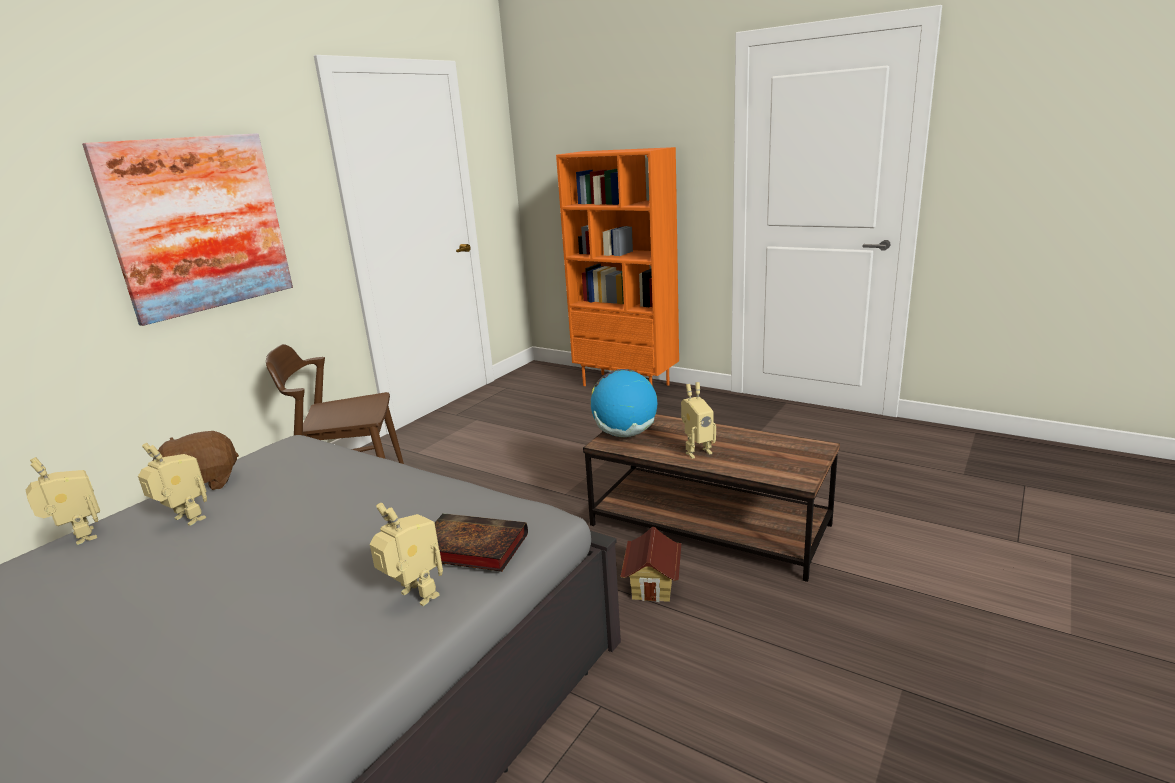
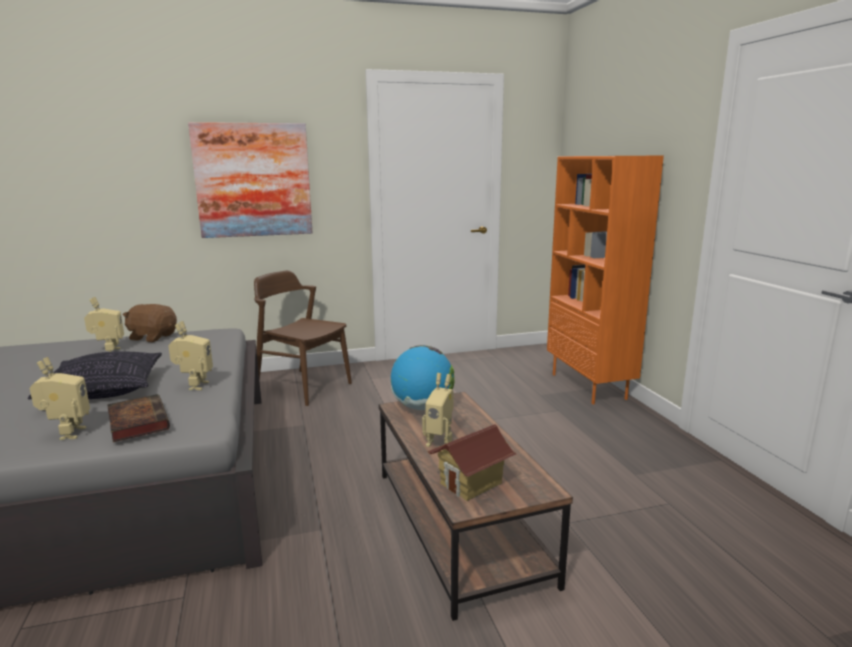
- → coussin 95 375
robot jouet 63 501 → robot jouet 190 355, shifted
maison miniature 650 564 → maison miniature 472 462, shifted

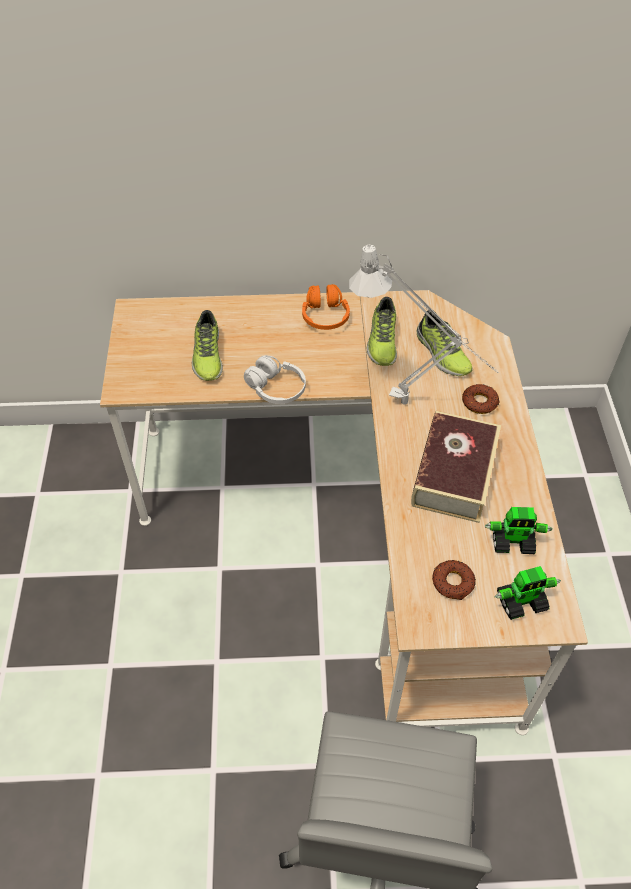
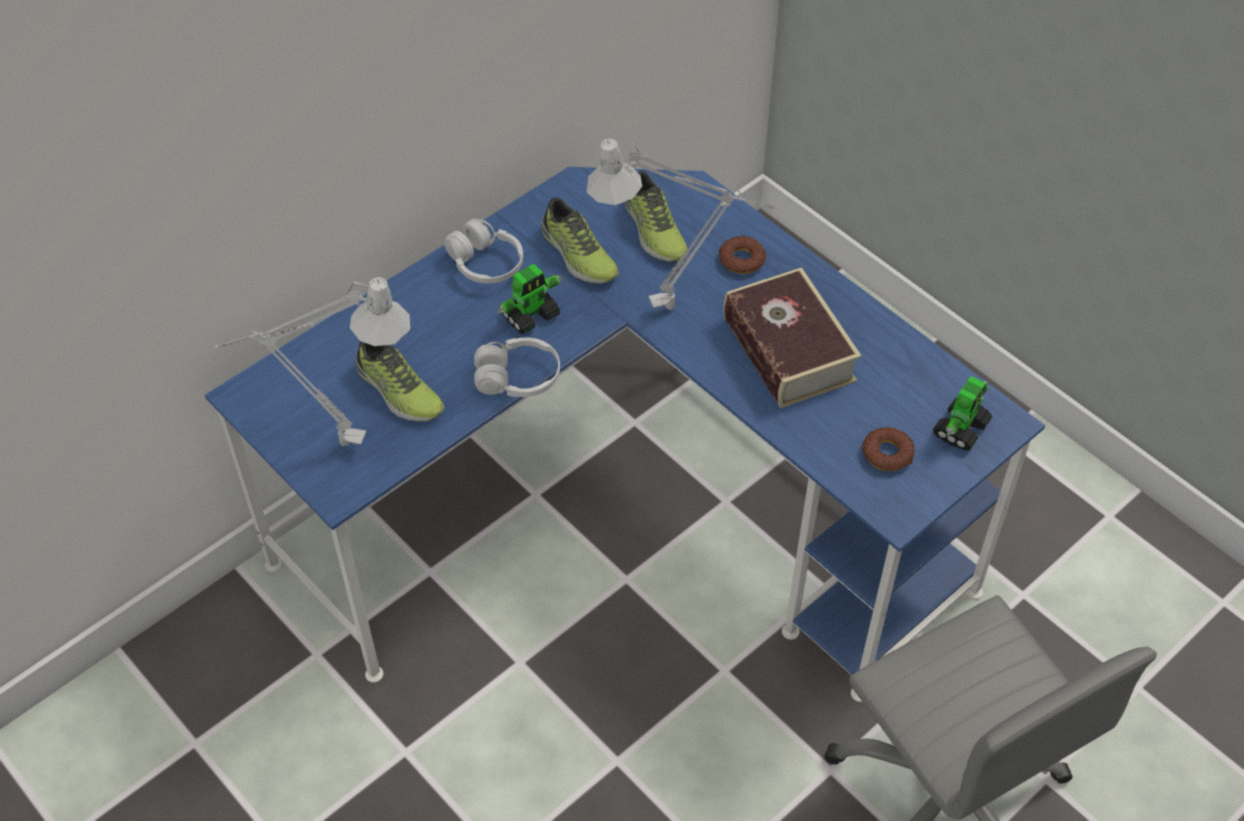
bureau [beige] 344 512 → bureau [bleu] 625 434
- → lampe de table [gris] 312 362
casque audio [orange] 326 307 → casque audio [blanc] 483 251
robot jouet 519 530 → robot jouet 529 299, shifted
chaussure 445 343 → chaussure 656 216, 45 degrees clockwise

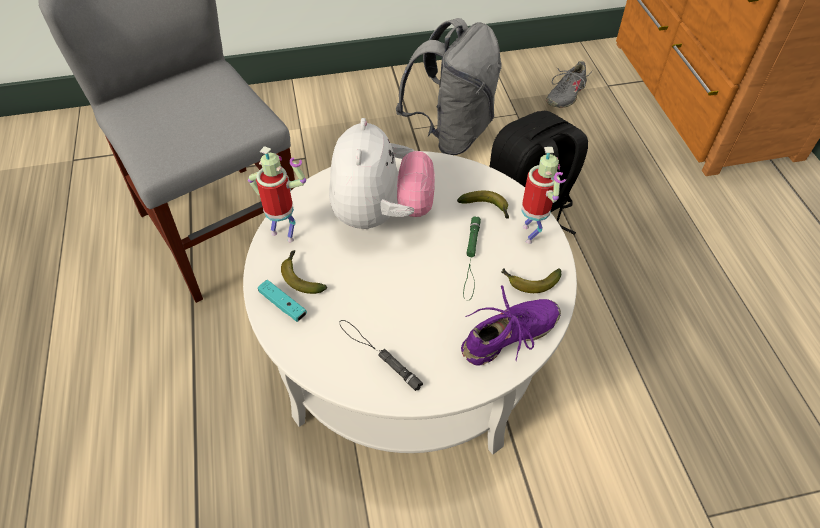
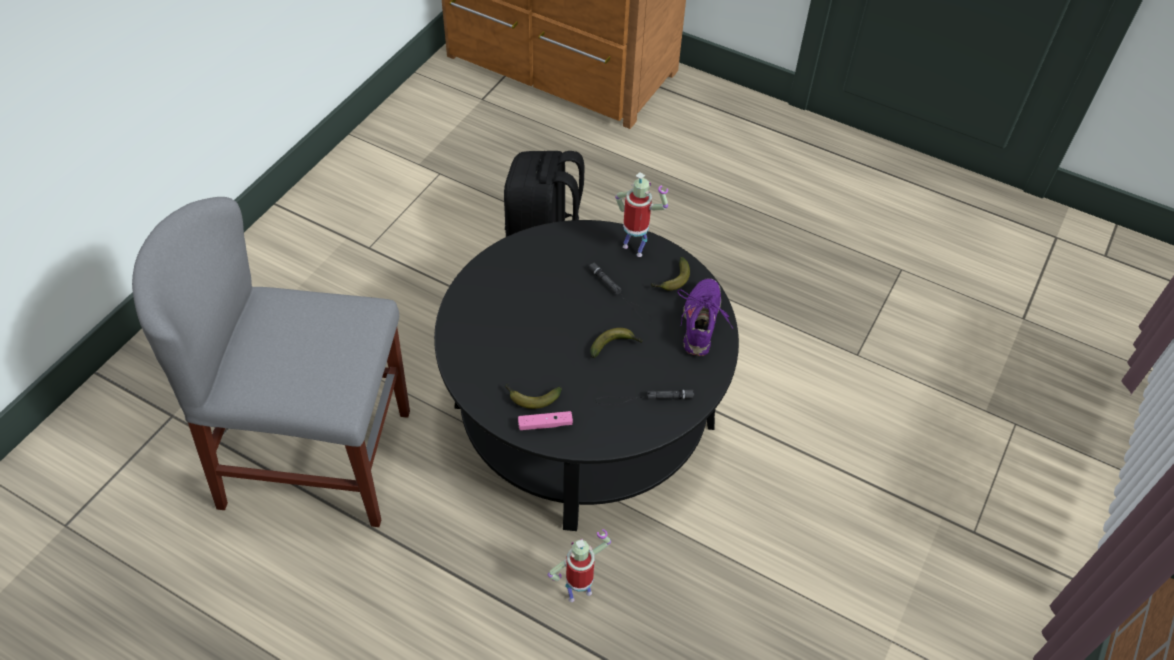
table basse [blanc] 410 302 → table basse [noir] 586 375
manette [turquoise] 282 301 → manette [rose] 545 420
robot jouet 277 194 → robot jouet 579 565, shifted
lampe de poche [vert] 472 258 → lampe de poche [noir] 621 292
banane 483 205 → banane 616 343, shifted
peluche 382 173 → -
sac à dos [gris] 449 86 → -
chaussure [gris] 568 84 → -

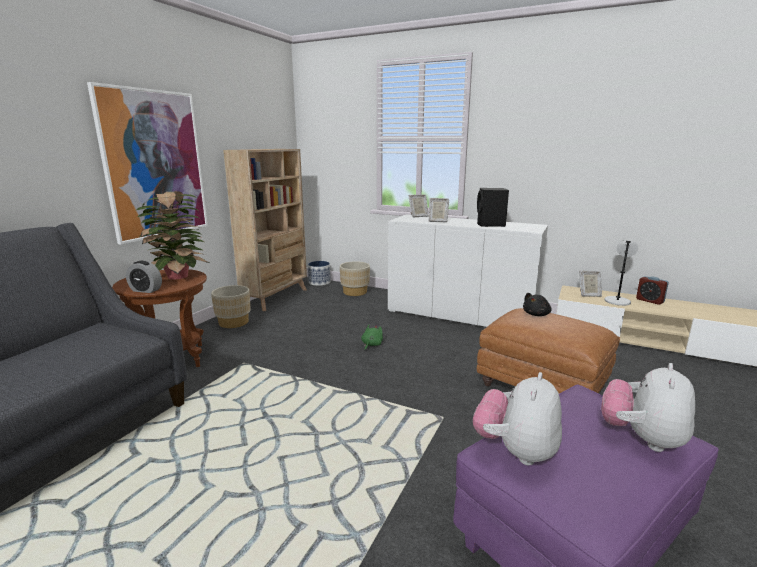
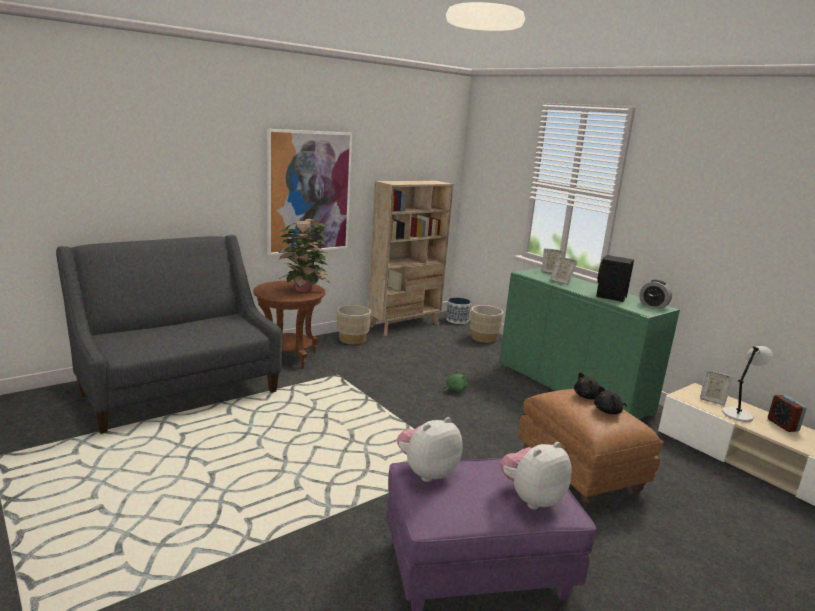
meuble de rangement [blanc] 468 270 → meuble de rangement [vert] 589 344
- → peluche [noir] 610 400
réveil 144 277 → réveil 655 294, shifted

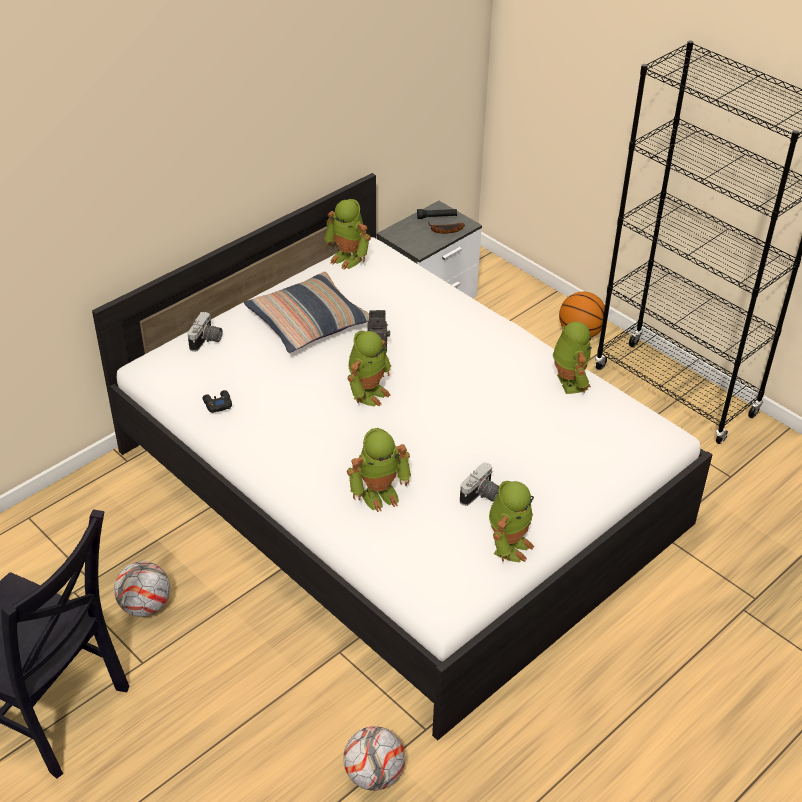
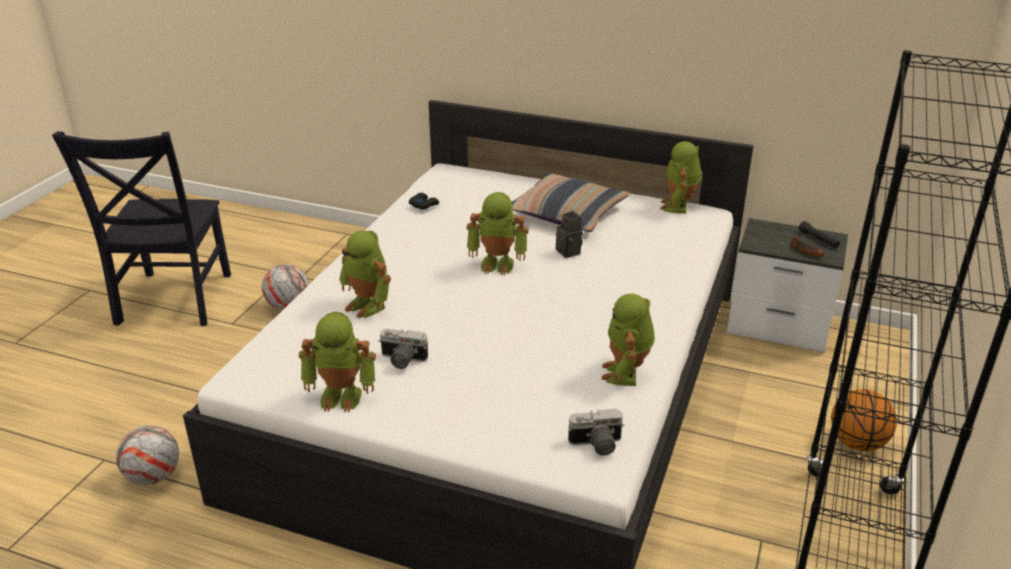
appareil photo 205 332 → appareil photo 596 432, shifted
robot jouet 572 357 → robot jouet 628 340, 135 degrees clockwise

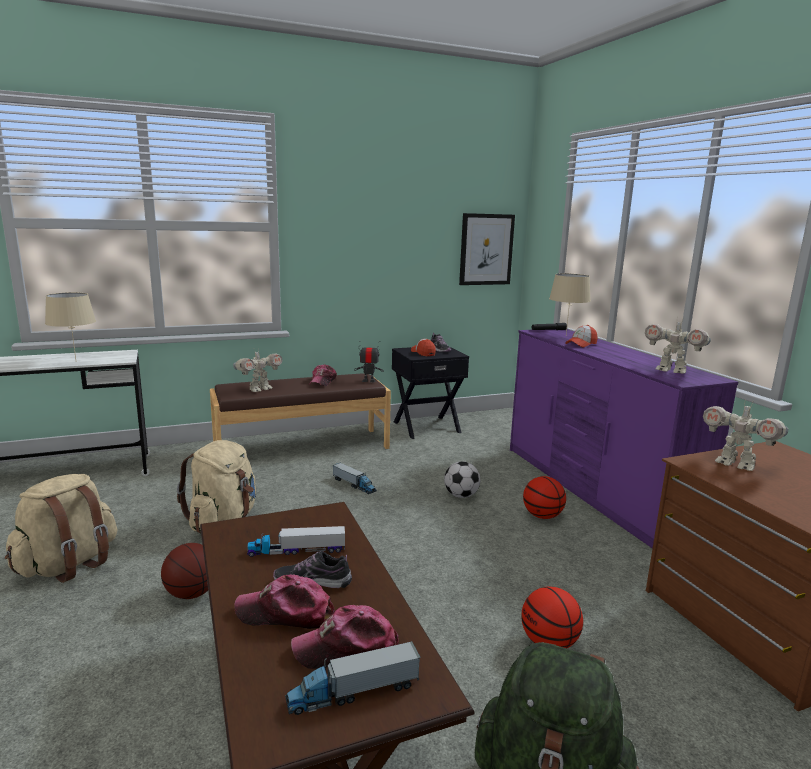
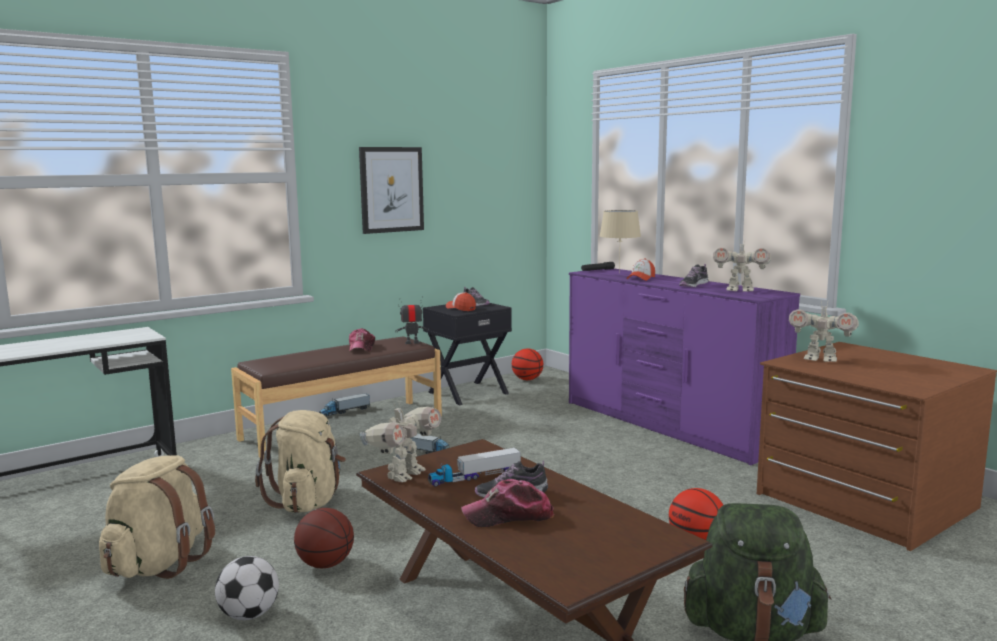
ballon de foot 462 479 → ballon de foot 247 588, shifted
camion jouet 353 678 → camion jouet 344 404, shifted
tableau 487 249 → tableau 391 190, shifted
robot jouet 257 371 → robot jouet 400 441, shifted
ballon de basket 544 497 → ballon de basket 527 364, shifted
- → chaussure 693 275
lampe de table [beige] 70 326 → -
casquette 345 637 → -

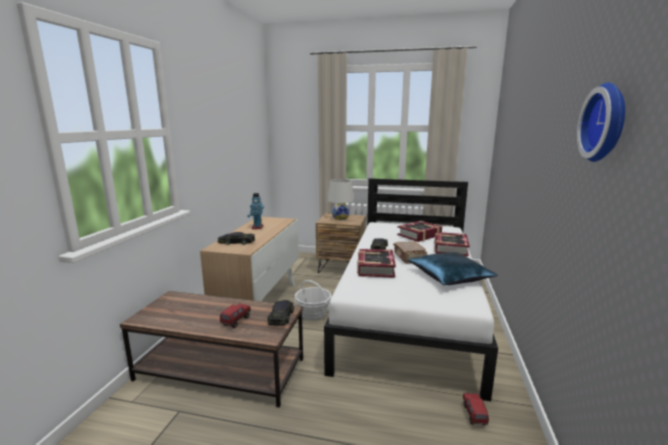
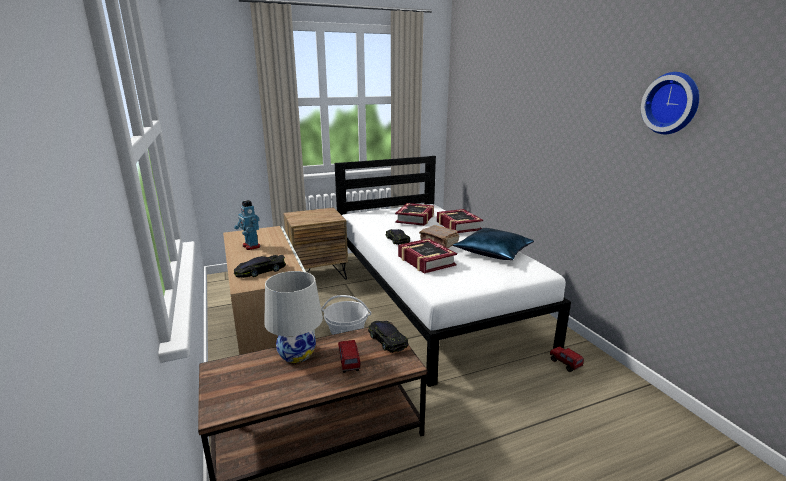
lampe de table [blanc] 341 199 → lampe de table [blanc] 294 317, shifted

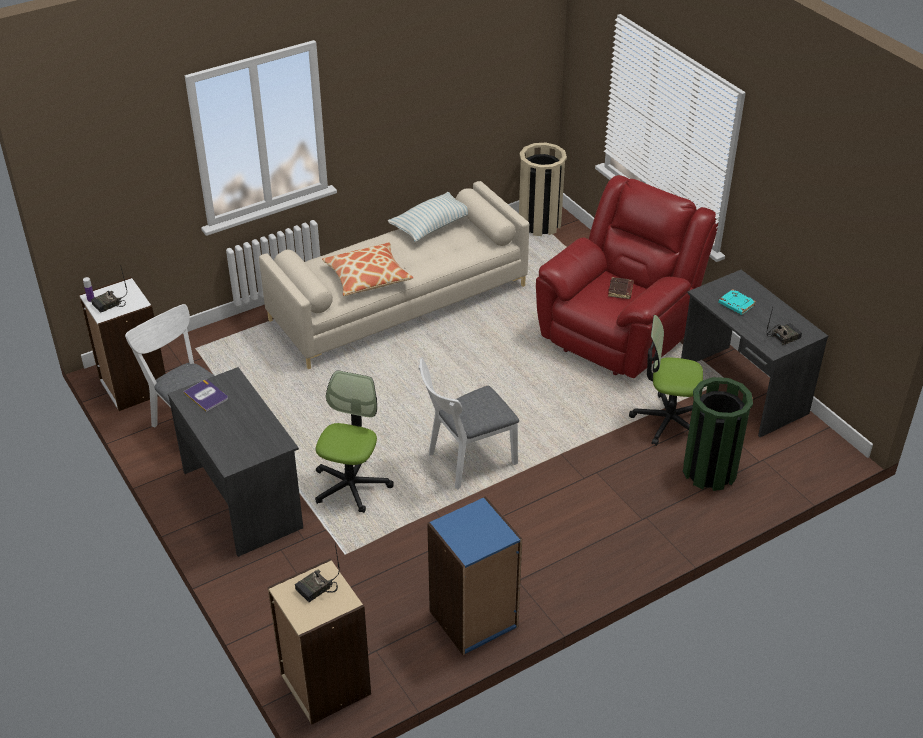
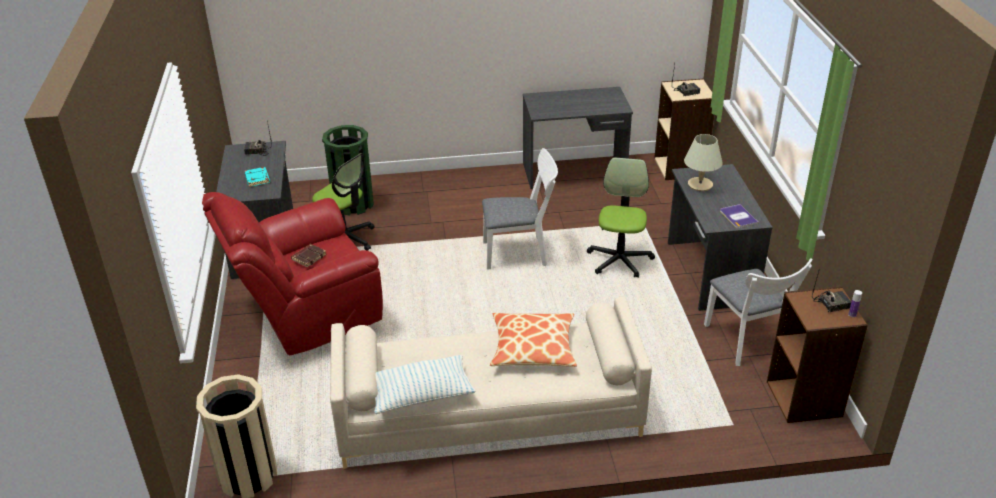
bibliothèque [bleu] 474 575 → bureau [gris] 578 138
chaise de bureau 354 441 → chaise de bureau 621 217, 150 degrees clockwise
- → lampe de table [beige] 703 162
bibliothèque [blanc] 122 344 → bibliothèque [marron] 817 354

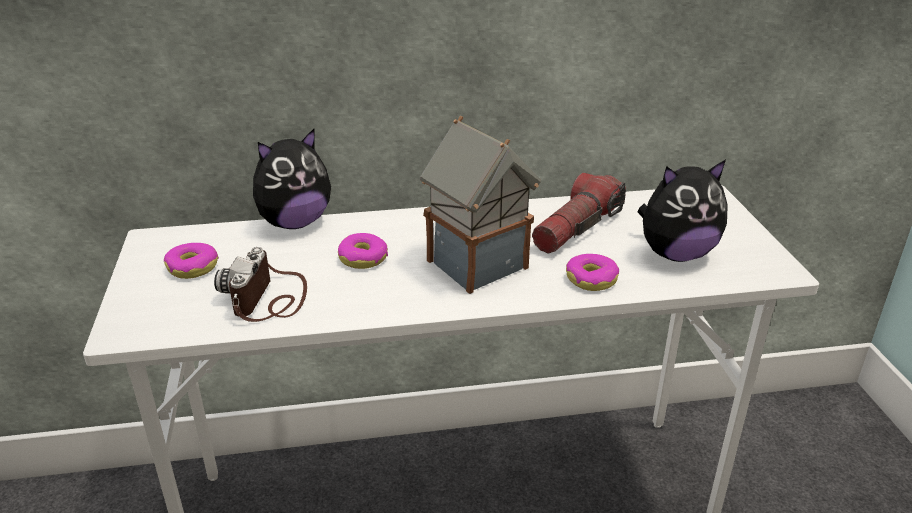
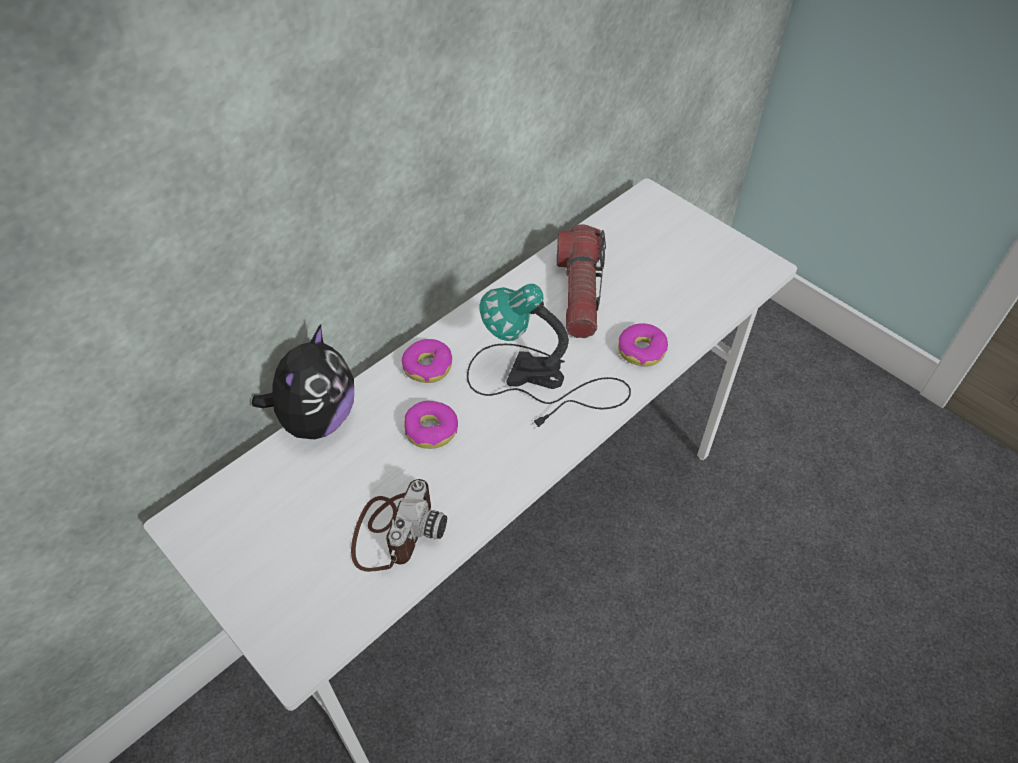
appareil photo 260 284 → appareil photo 399 525, 135 degrees counterclockwise
beignet 191 261 → beignet 427 361, shifted
maison miniature 480 205 → lampe de table 549 356
peluche 682 211 → -

